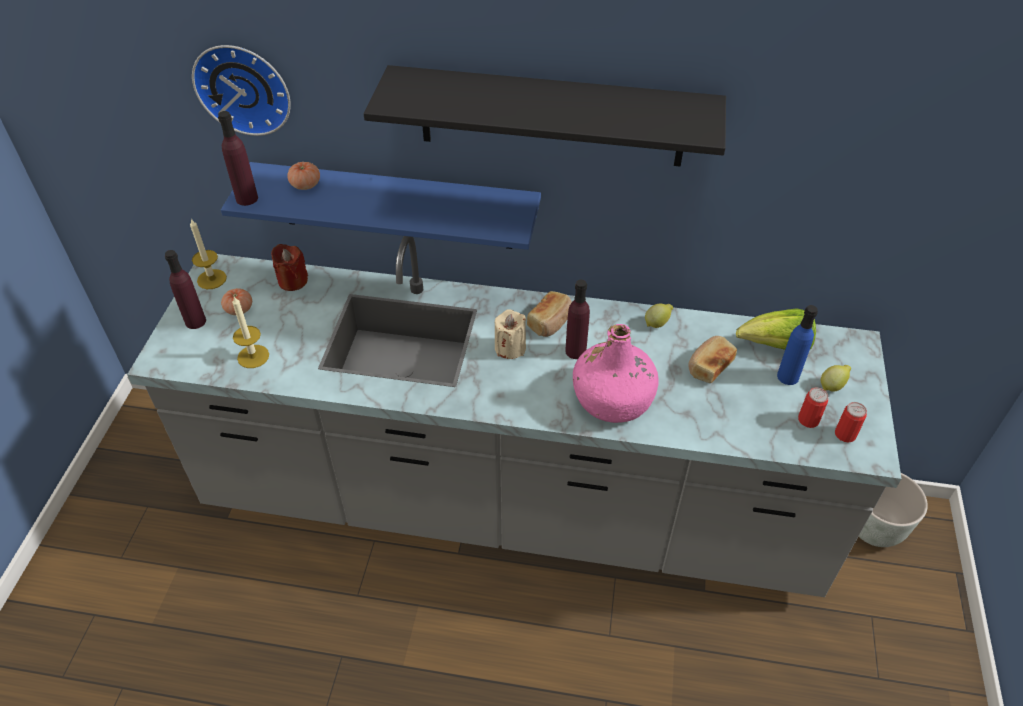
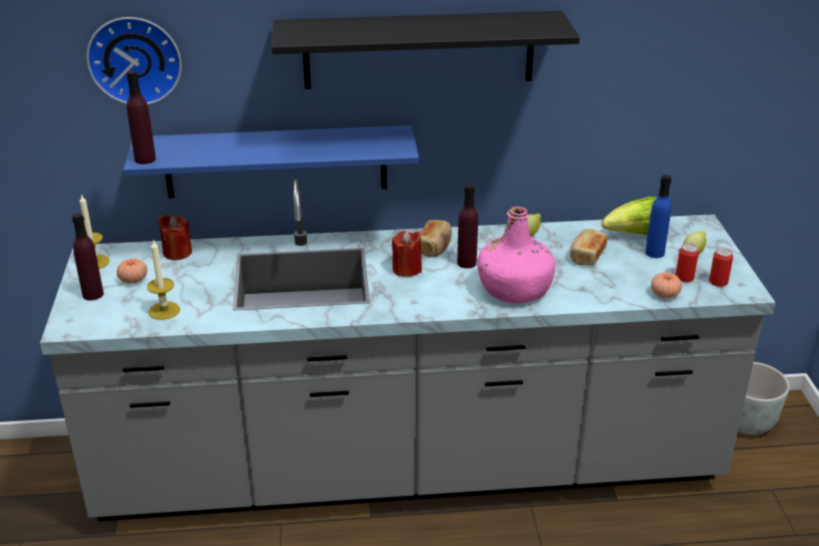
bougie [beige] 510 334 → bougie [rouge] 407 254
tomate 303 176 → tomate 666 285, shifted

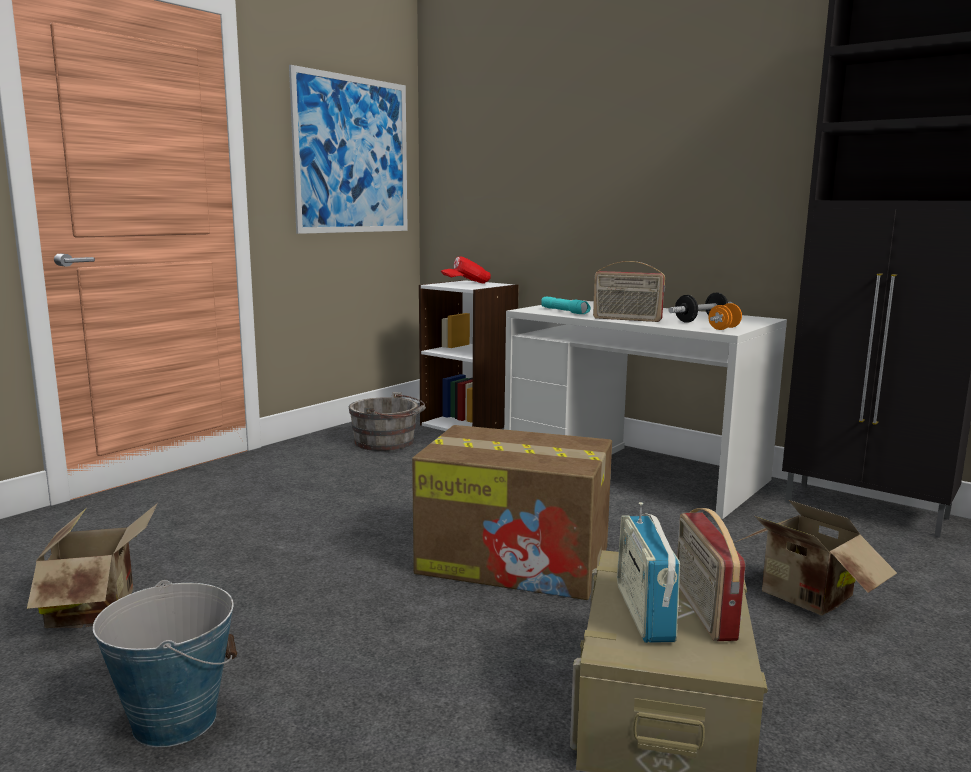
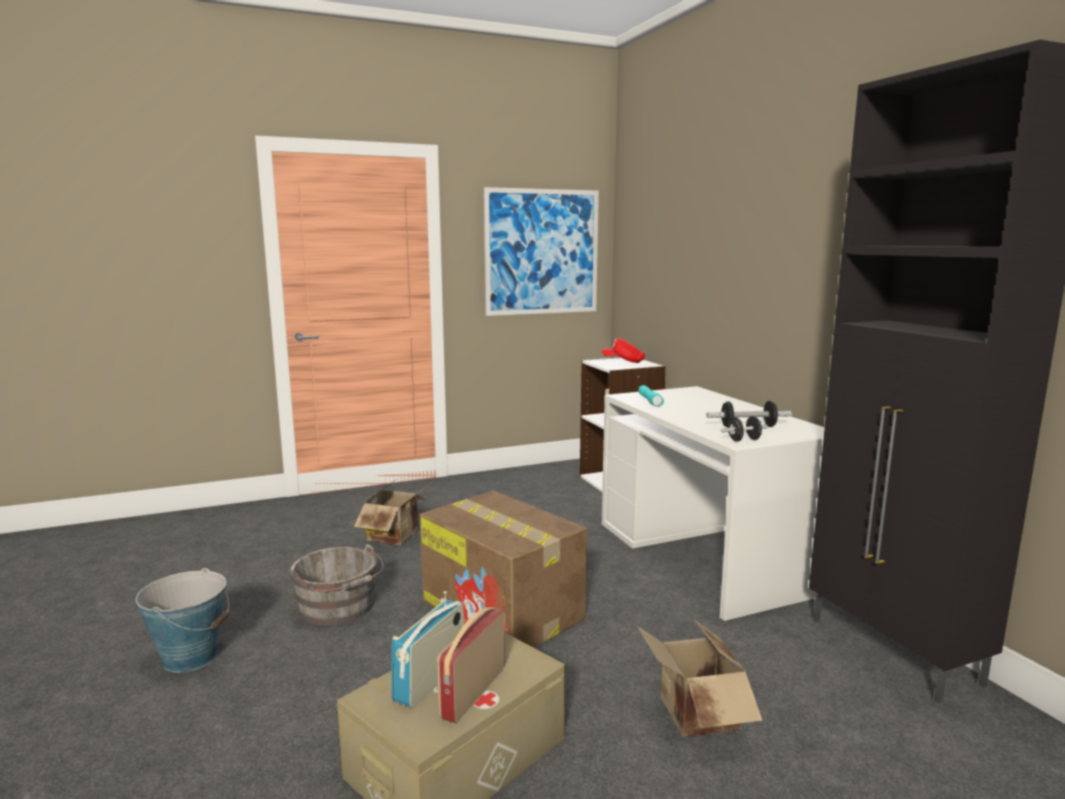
seau [gris] 387 421 → seau [gris] 336 585, shifted
carton 92 565 → carton 392 511, shifted
haltère [orange] 725 316 → haltère [noir] 744 429
radio 629 291 → -

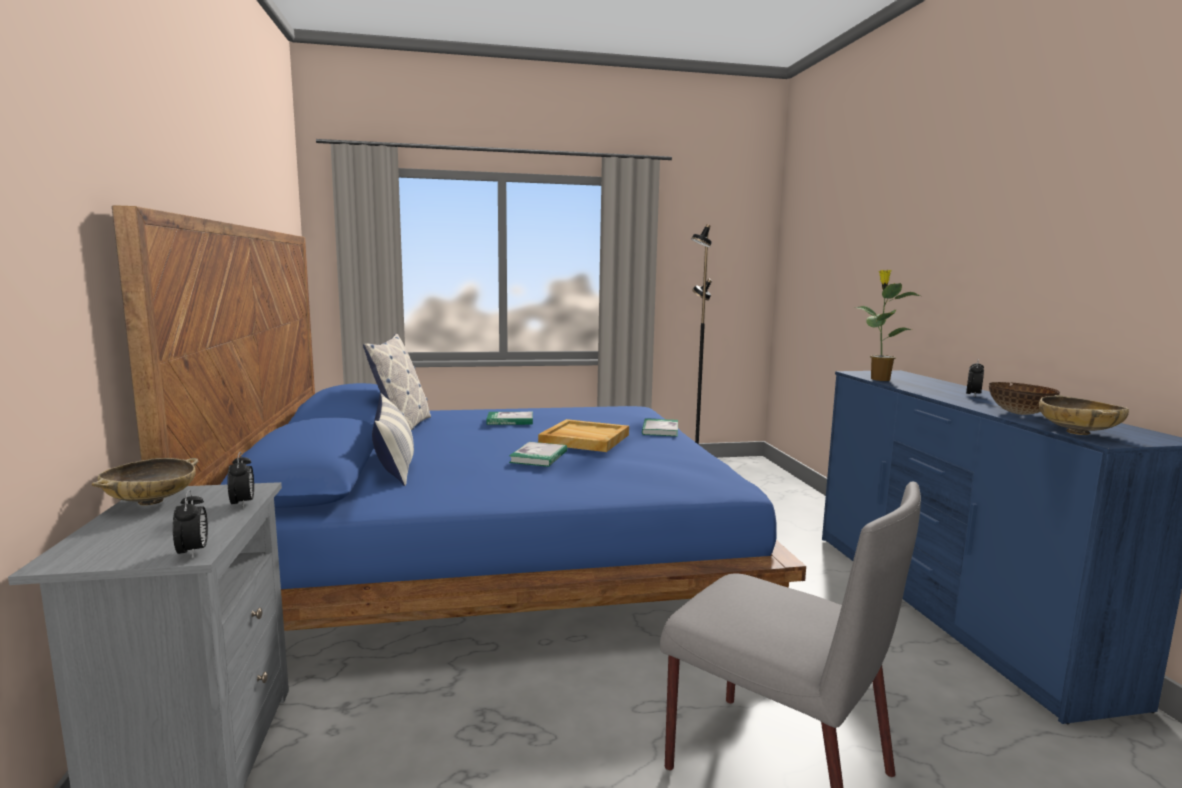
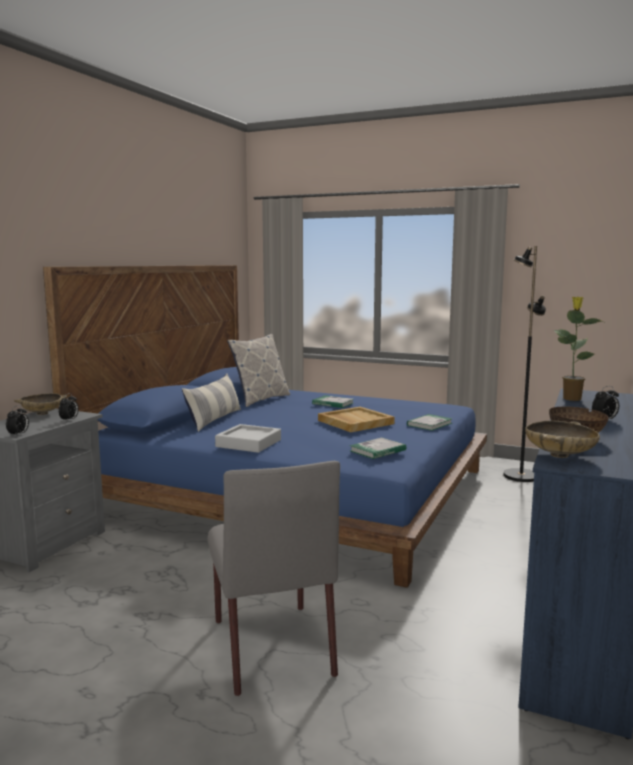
- → plateau [gris] 248 438
livre 538 454 → livre 378 448, shifted

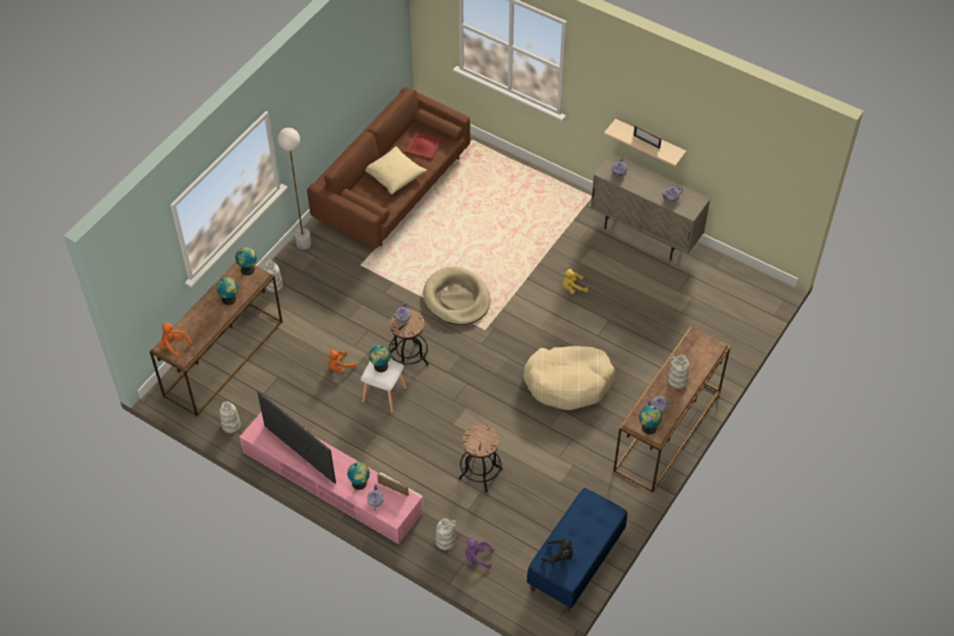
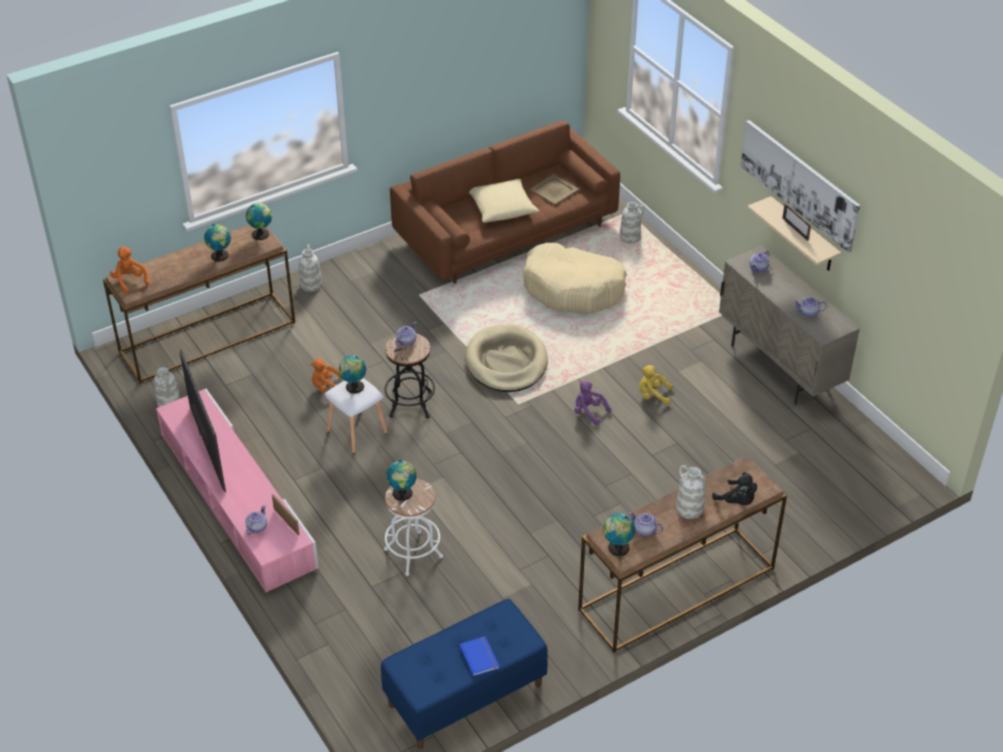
tabouret [noir] 481 459 → tabouret [blanc] 413 527
globe 358 476 → globe 402 480, shifted
- → livre [bleu] 479 656
panier pour chien [beige] 569 378 → panier pour chien [beige] 575 278, shifted
plateau [rouge] 423 146 → plateau [beige] 554 189
peluche [violet] 479 553 → peluche [violet] 592 403, shifted
vase [blanc] 446 534 → vase [blanc] 632 223, shifted
peluche [noir] 557 551 → peluche [noir] 734 488, shifted
- → tableau 800 186
lampadaire [blanc] 294 189 → -

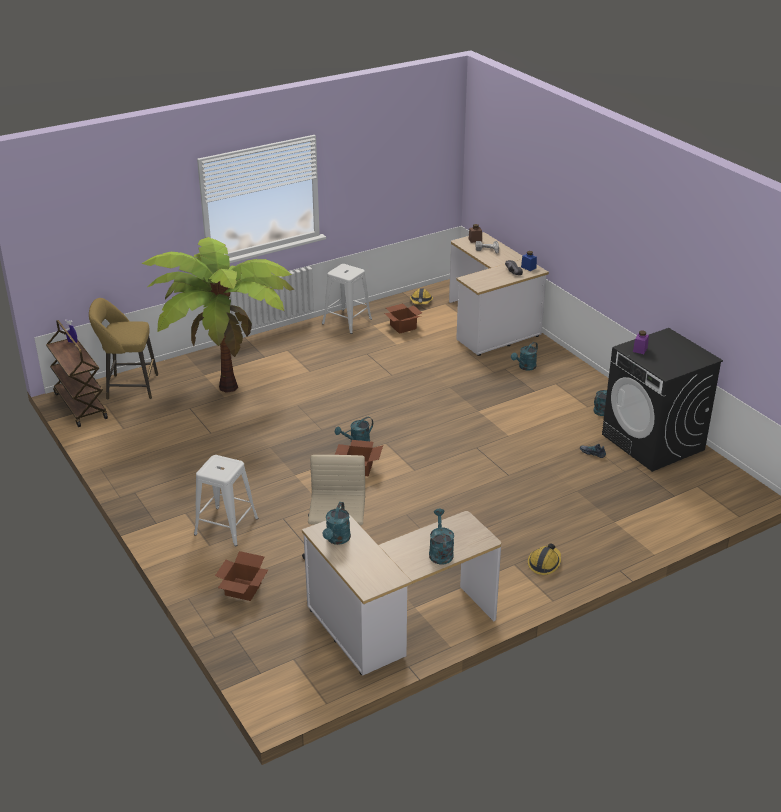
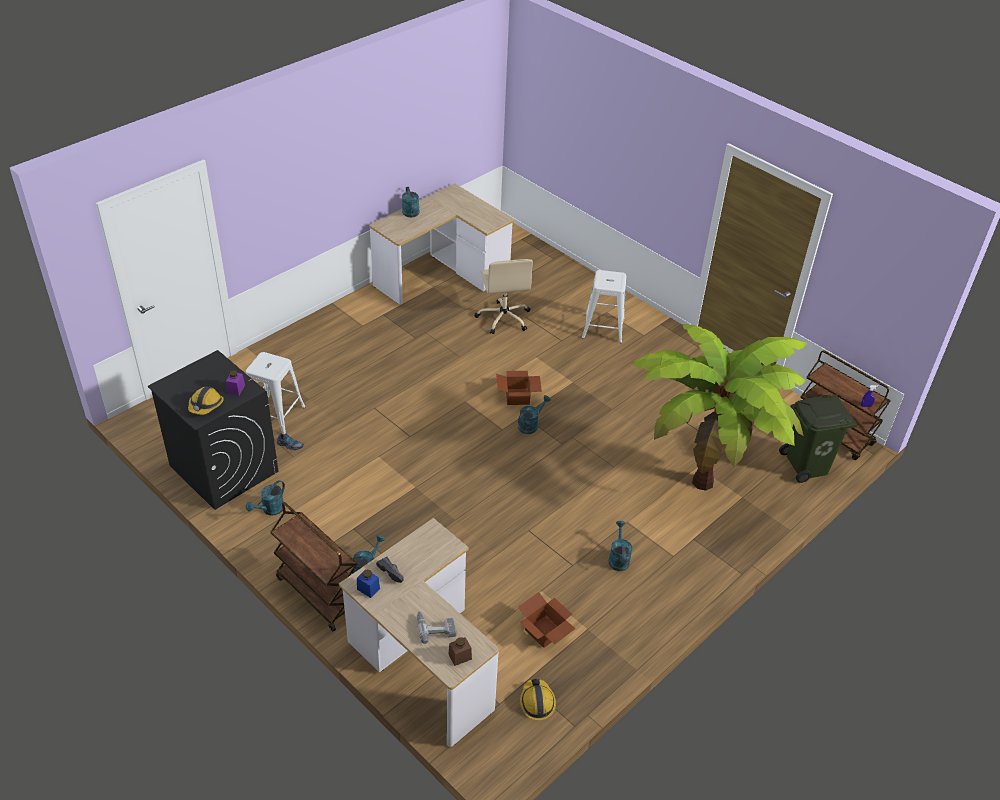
casque de chantier 544 559 → casque de chantier 206 400, shifted
tabouret [blanc] 347 299 → tabouret [blanc] 276 393, shifted
- → chariot [marron] 313 567
arrosoir [turquoise] 337 523 → arrosoir [turquoise] 620 546, shifted
tabouret [jaune] 123 349 → poubelle [vert] 818 439
carton 241 576 → -

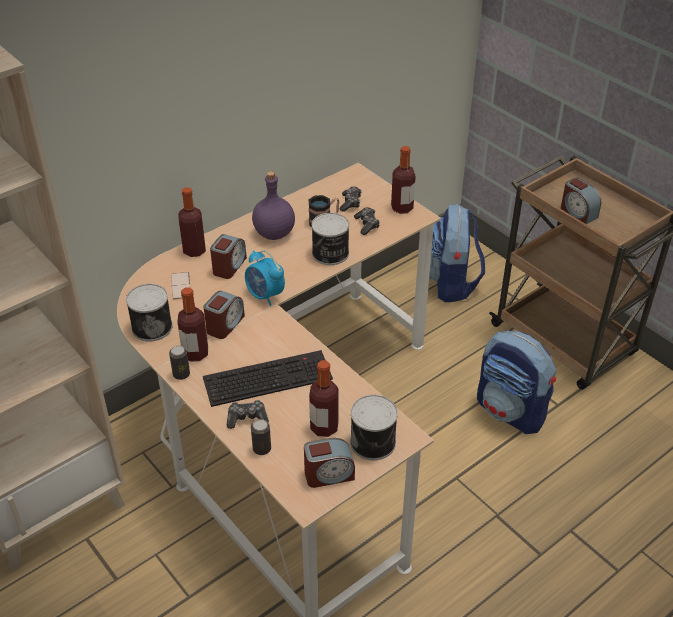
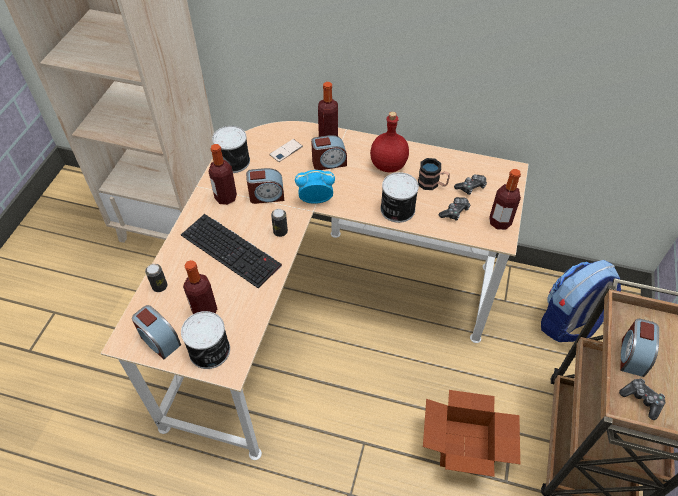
boîte métallique 179 363 → boîte métallique 279 223, shifted
réveil 265 278 → réveil 315 187, 75 degrees clockwise
bouteille [violet] 273 205 → bouteille [rouge] 389 142
sac à dos 516 382 → carton 471 433
manette 248 414 → manette 642 399, shifted

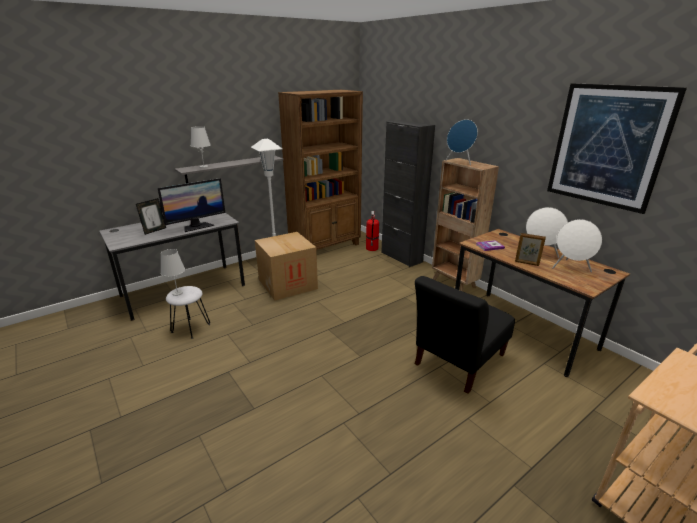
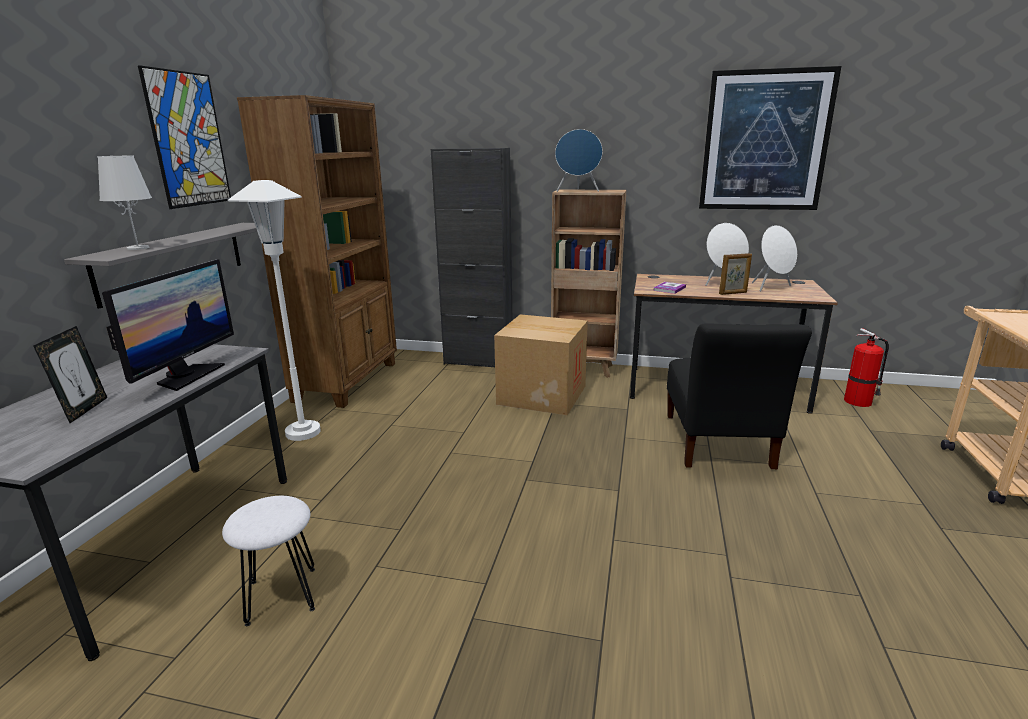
- → tableau 184 137
carton 286 266 → carton 541 364, shifted
extincteur 372 231 → extincteur 866 367, shifted
lampe de table [blanc] 173 272 → -

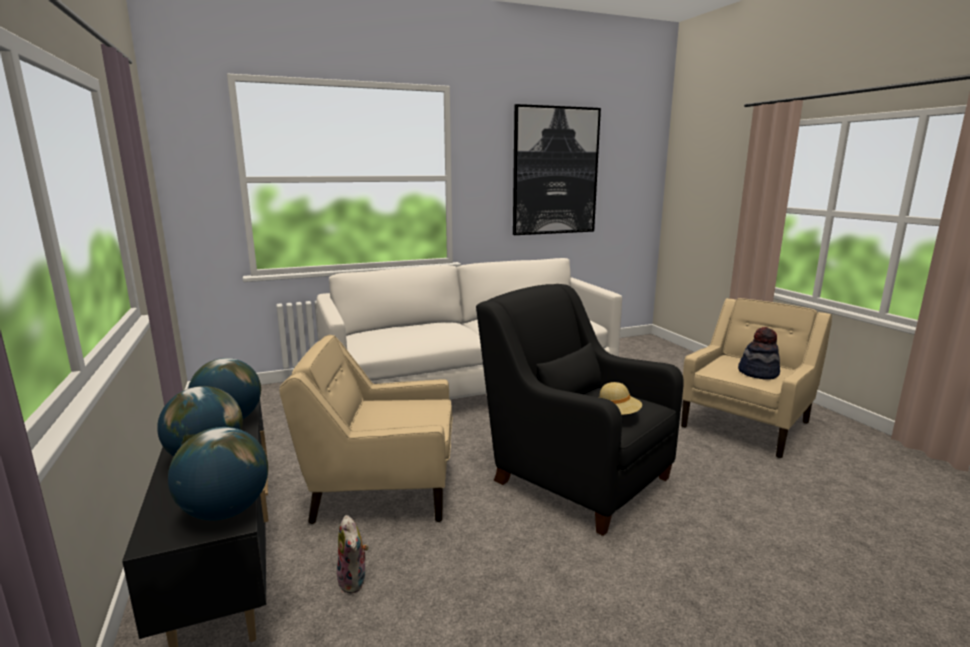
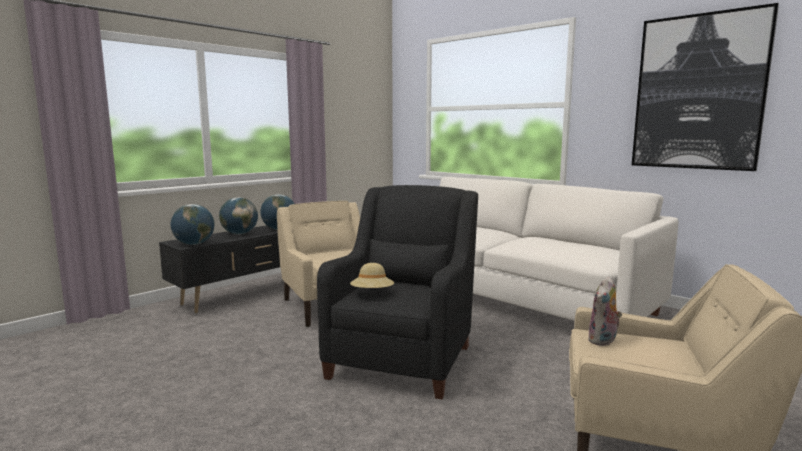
peluche 353 554 → peluche 605 311, shifted
chapeau 759 353 → -

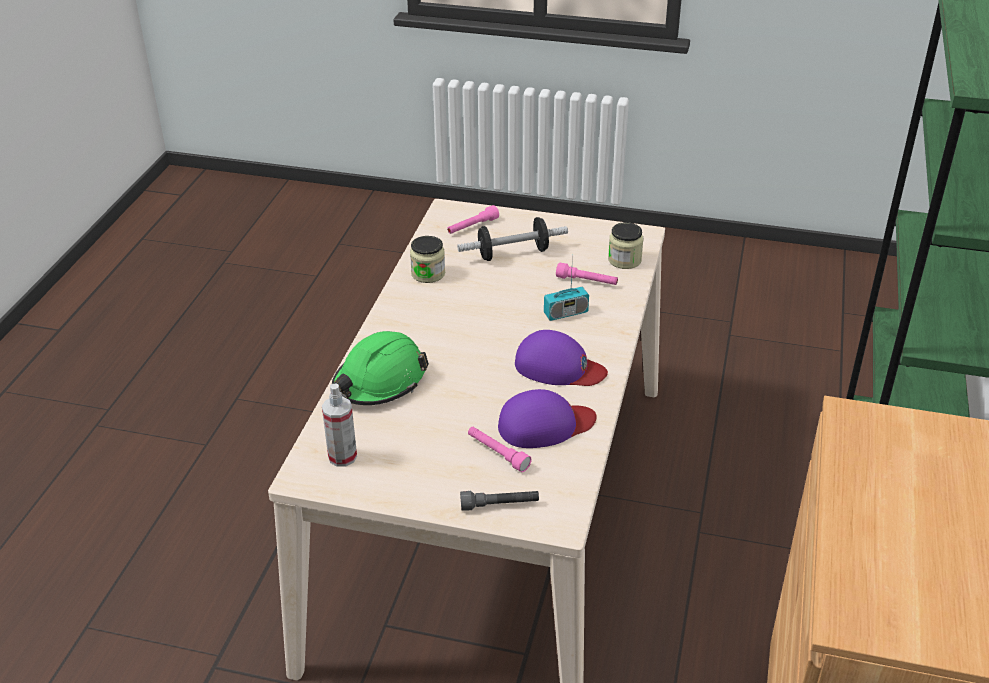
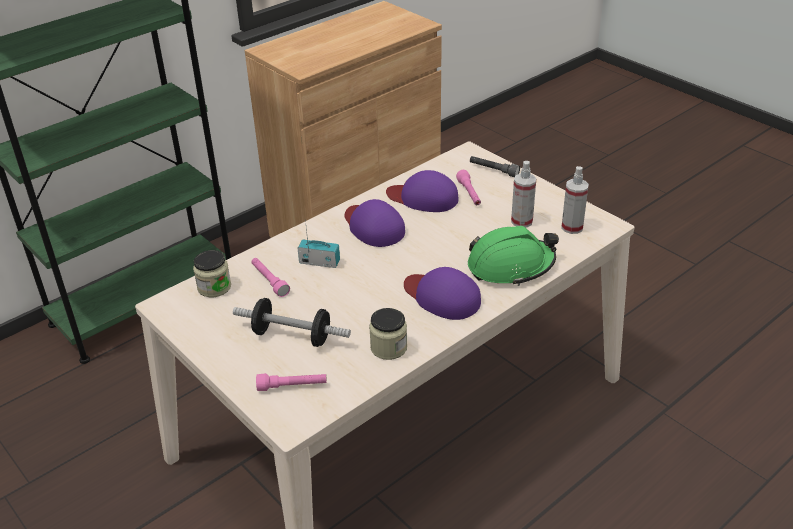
- → casquette [violet] 442 293
- → vaporisateur 523 194

